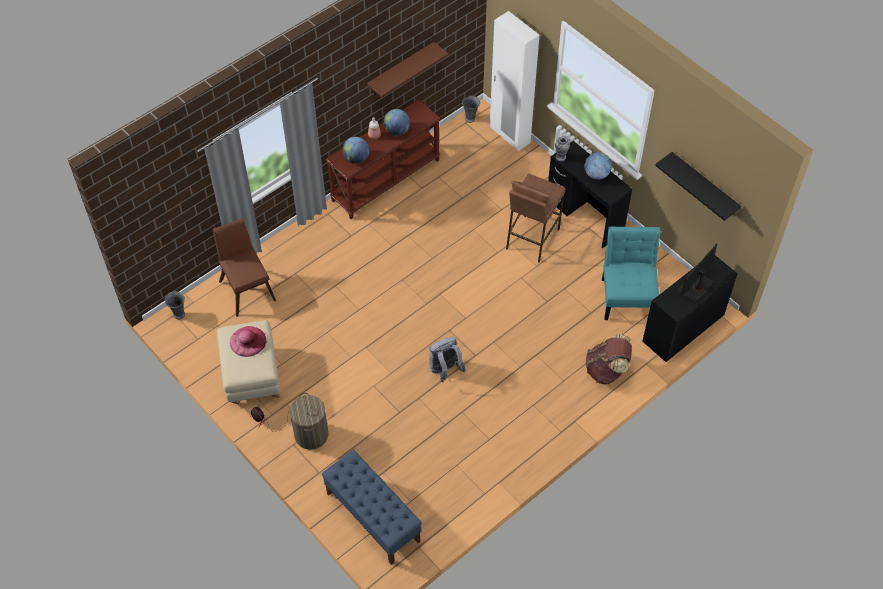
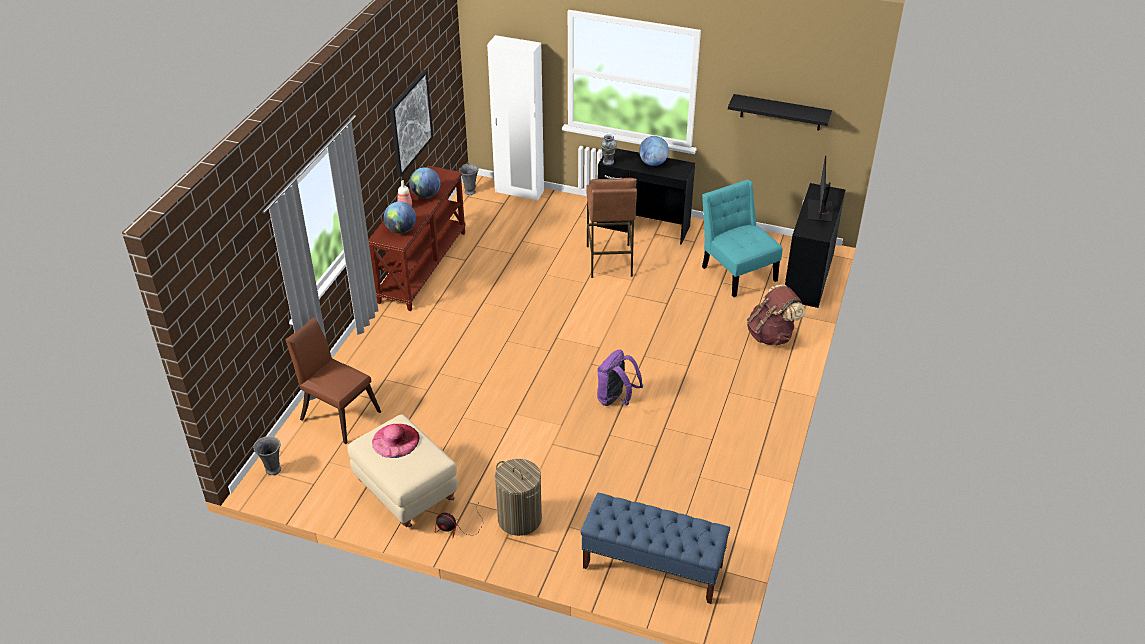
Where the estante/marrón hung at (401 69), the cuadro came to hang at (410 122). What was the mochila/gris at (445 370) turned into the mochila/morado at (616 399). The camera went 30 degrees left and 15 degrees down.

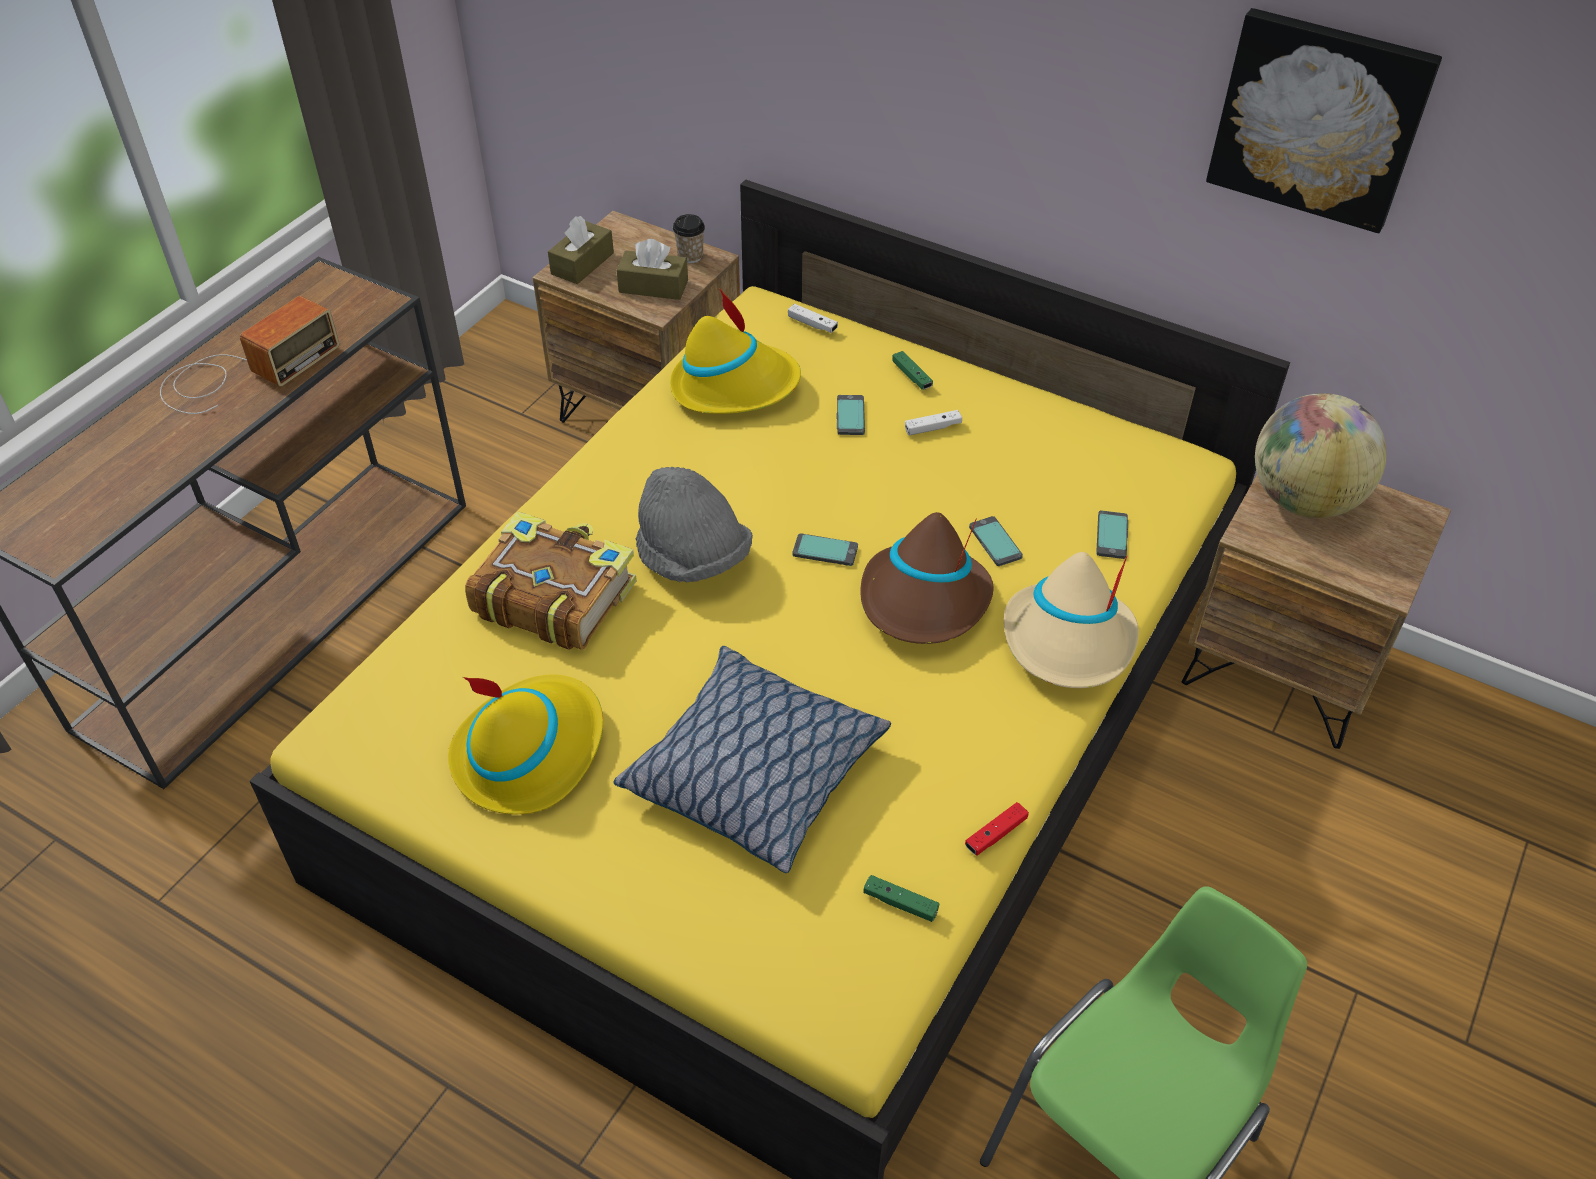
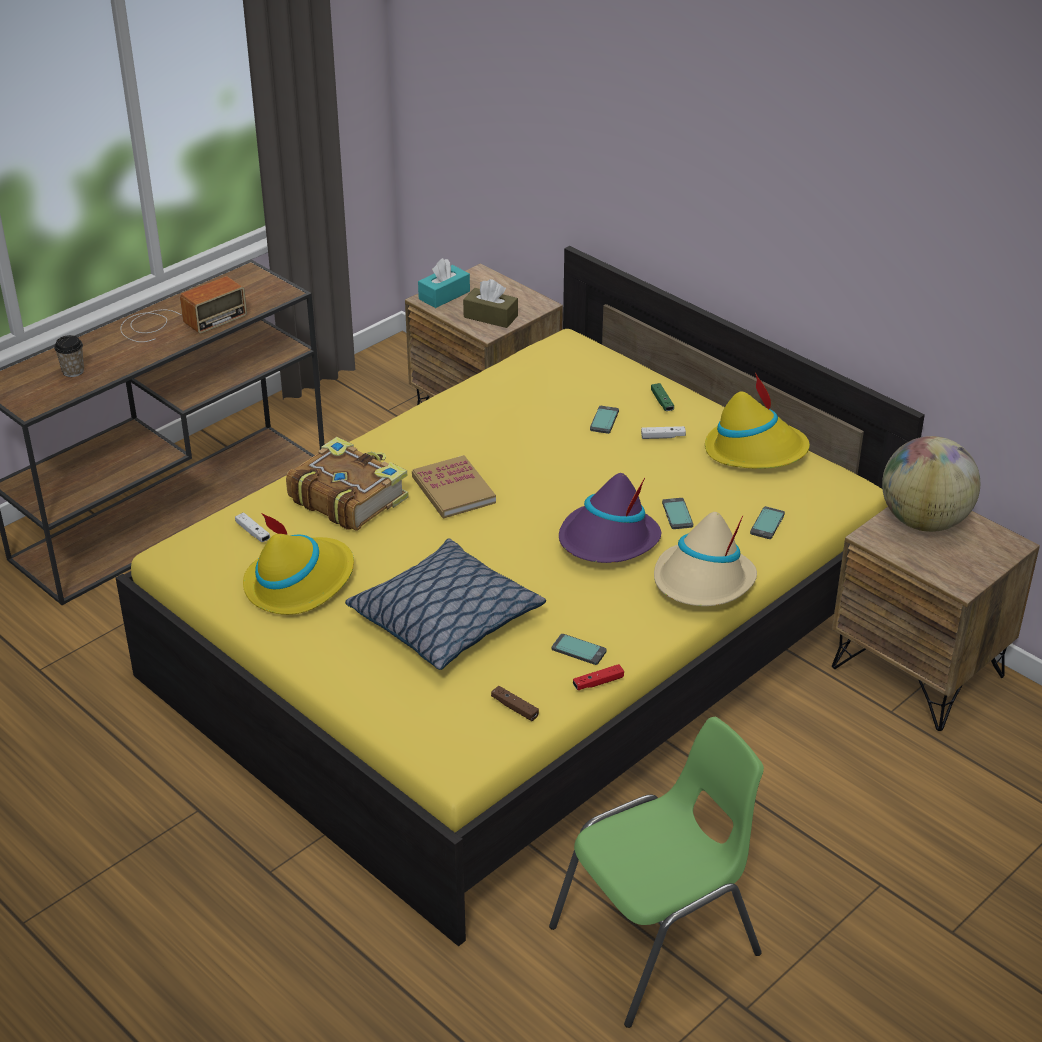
The taza ended up elsewhere, having gone from (690 256) to (73 371). The mando de consola/blanco ended up elsewhere, having gone from (812 324) to (253 532). Where the sombrero/gris stood at (692 558), the libro came to stand at (453 490). What was the caja de pañuelos/marrón at (582 263) turned into the caja de pañuelos/turquesa at (444 295). What was the mando de consola/verde at (900 903) turned into the mando de consola/marrón at (514 708). The móvil ended up elsewhere, having gone from (825 550) to (579 650). What was the sombrero/marrón at (924 601) turned into the sombrero/morado at (608 541). The sombrero/amarillo ended up elsewhere, having gone from (734 385) to (755 451). The second view lost the cuadro at (1319 118). The camera went 15 degrees right and 10 degrees down.

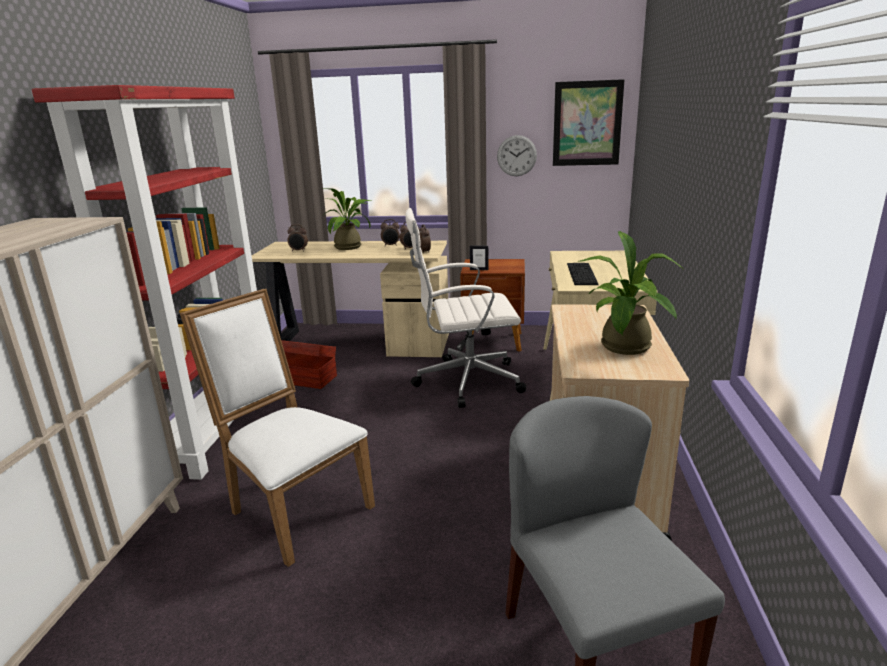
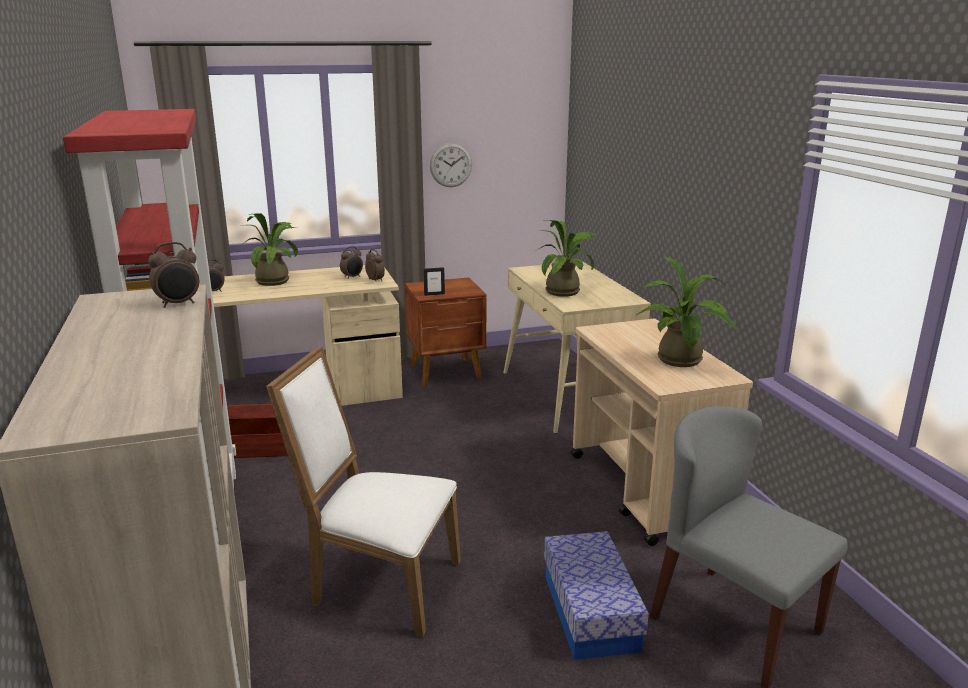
The despertador ended up elsewhere, having gone from (391 245) to (178 304). Where the teclado stood at (581 274), the planta en maceta came to stand at (566 291). The second view gained the caja de almacenaje at (590 612). The second view lost the silla de oficina/blanco at (465 381). The second view lost the cuadro at (587 123). The camera went 25 degrees left and 0 degrees up.

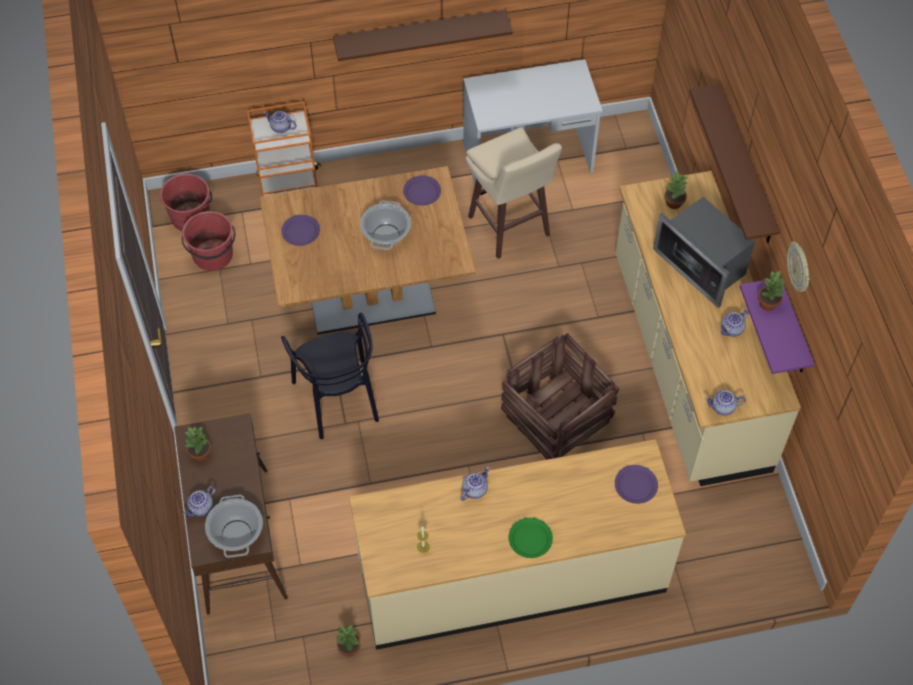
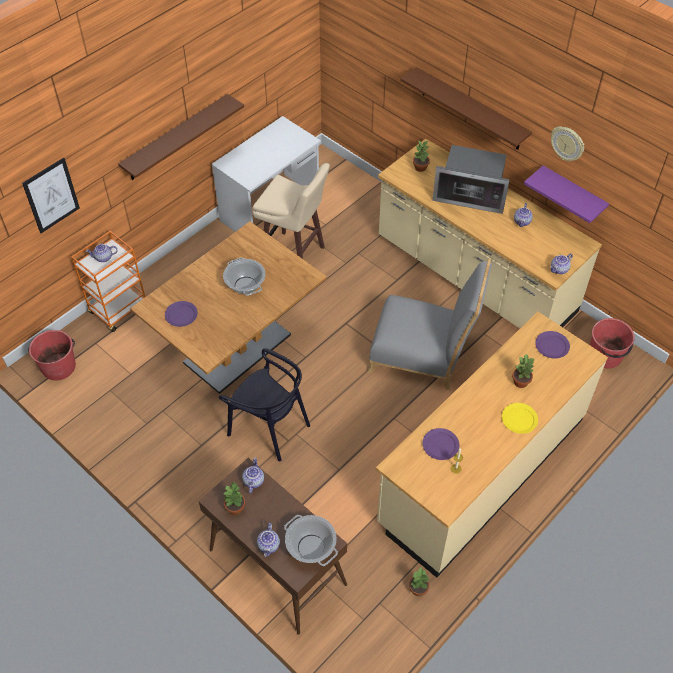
The second view gained the cuadro at (51 195). The tetera ended up elsewhere, having gone from (474 489) to (253 481). Where the caja de embalaje stood at (555 416), the silla/gris came to stand at (423 354). The plato/morado ended up elsewhere, having gone from (421 192) to (440 445). What was the plato/verde at (530 539) turned into the plato/amarillo at (519 419). The planta en maceta ended up elsewhere, having gone from (768 303) to (521 382). The cubo/rojo ended up elsewhere, having gone from (213 255) to (605 355). The camera went 35 degrees left and 5 degrees down.

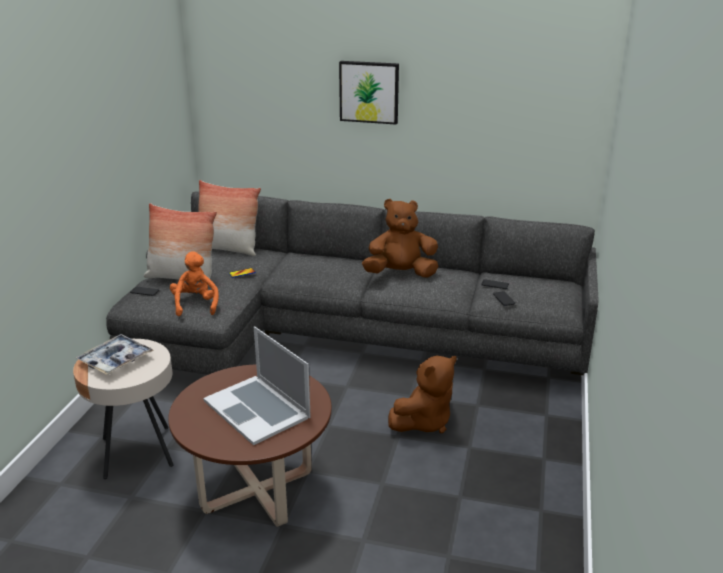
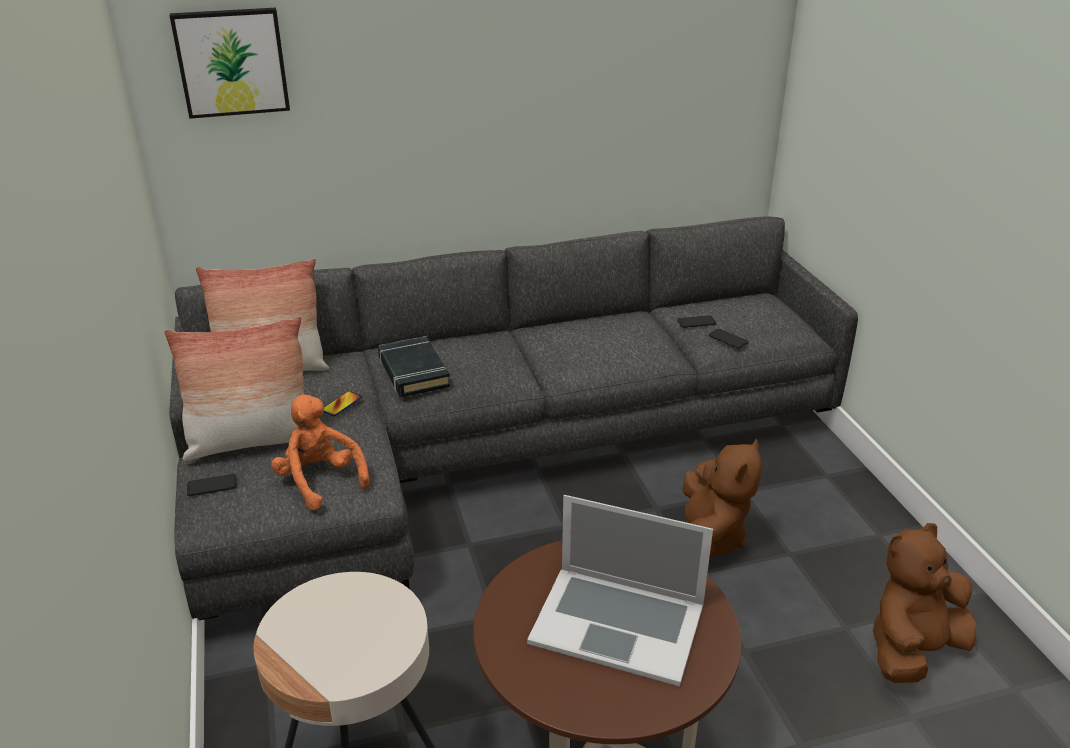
The cuadro ended up elsewhere, having gone from (369 92) to (232 62). The second view gained the libro/negro at (413 372). The peluche/marrón ended up elsewhere, having gone from (400 274) to (912 650). The second view lost the bandeja at (115 360). The camera went 30 degrees left and 5 degrees up.

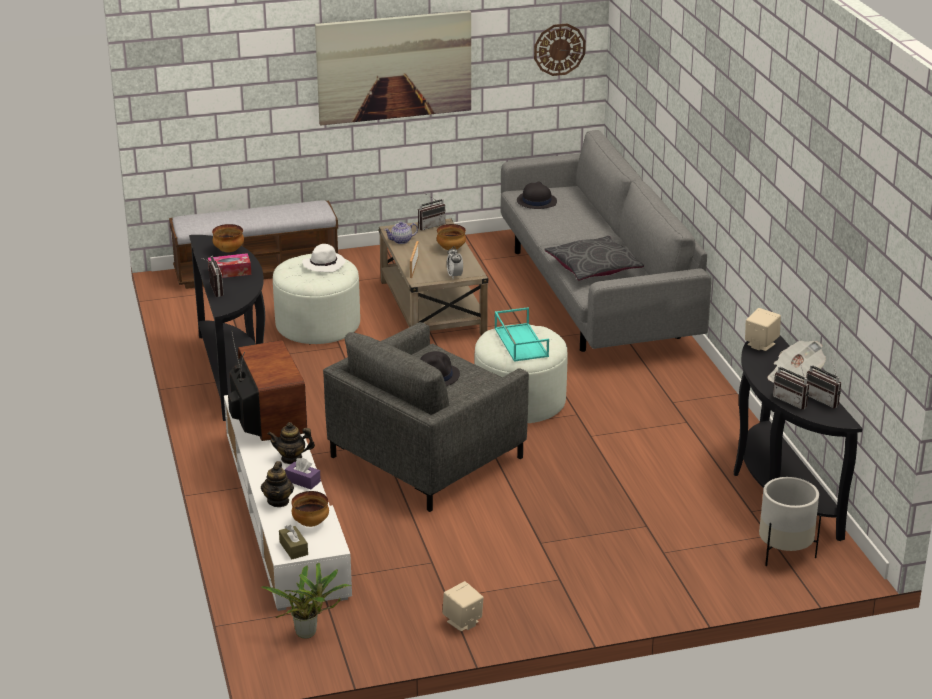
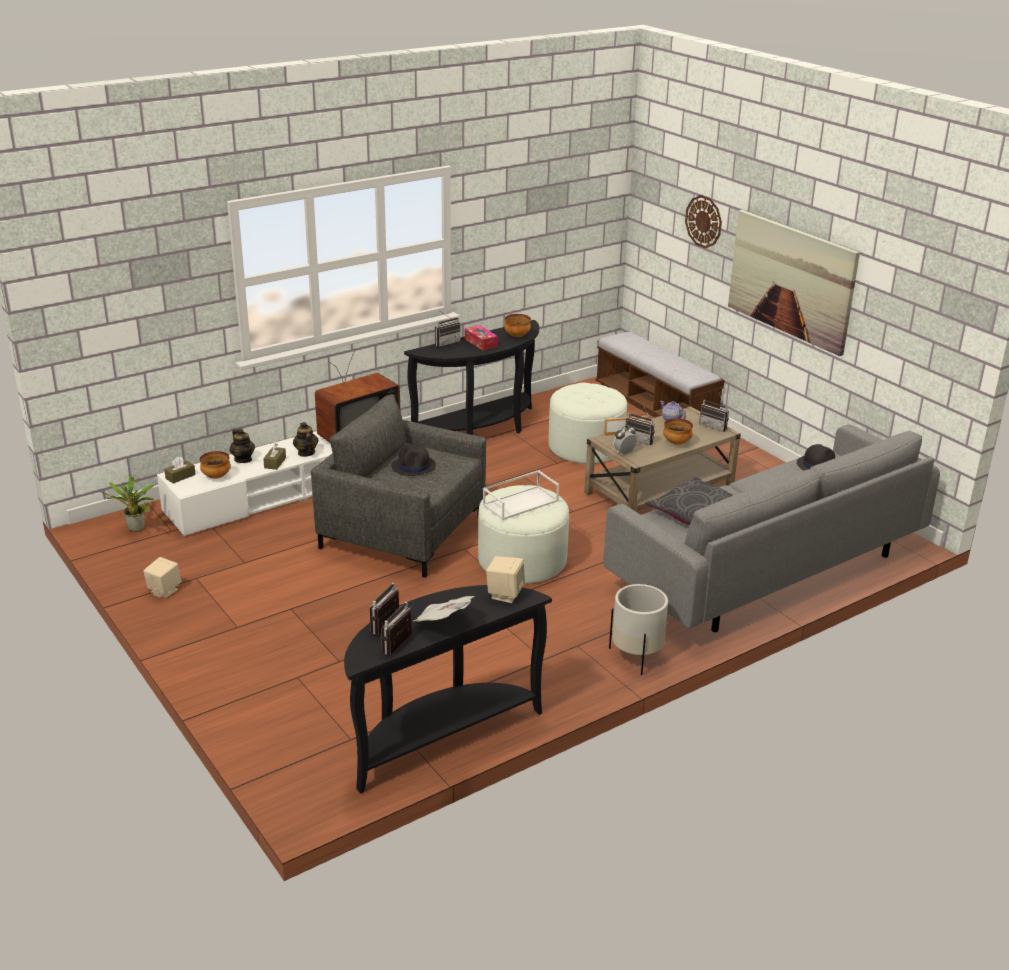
The tetera at (278 501) ended up facing another way, 105 degrees counterclockwise from before. What was the caja de pañuelos/morado at (303 481) turned into the caja de pañuelos/marrón at (275 463). What was the bandeja/turquesa at (520 342) turned into the bandeja/blanco at (520 502). The maceta/blanco ended up elsewhere, having gone from (784 553) to (636 656). The second view gained the radio at (640 439). The reloj de pared ended up elsewhere, having gone from (559 49) to (703 221). The second view lost the sombrero/blanco at (324 264). The camera went 70 degrees right and 0 degrees up.

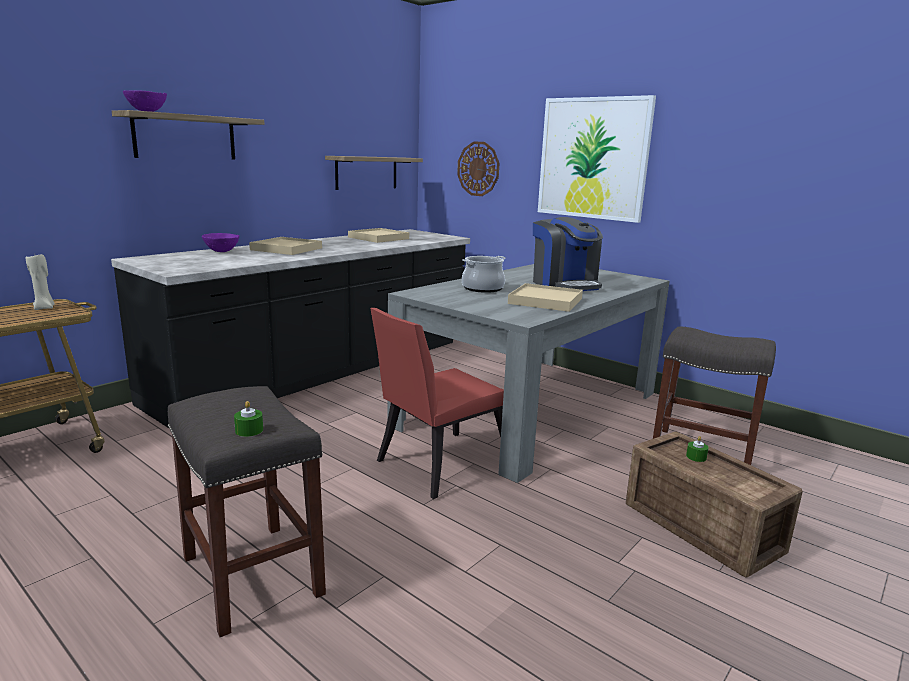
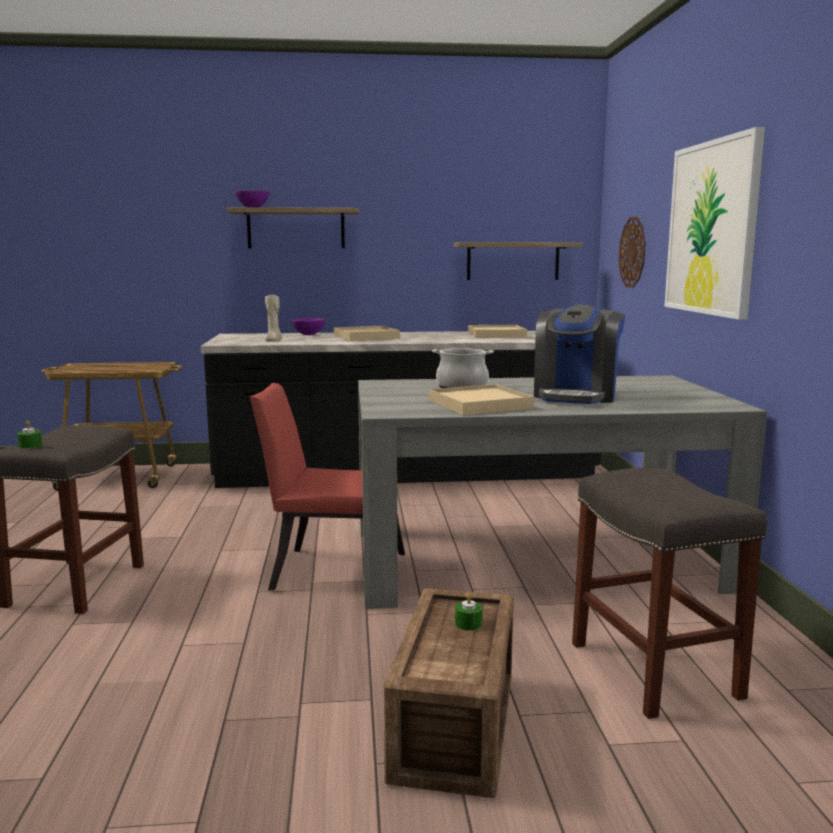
The vela/beis ended up elsewhere, having gone from (44 308) to (274 340). The camera went 45 degrees right and 5 degrees down.

